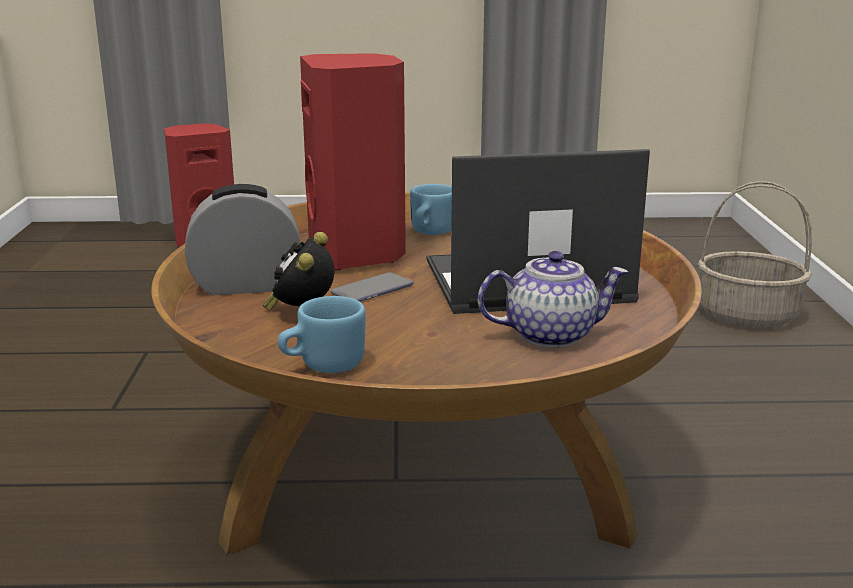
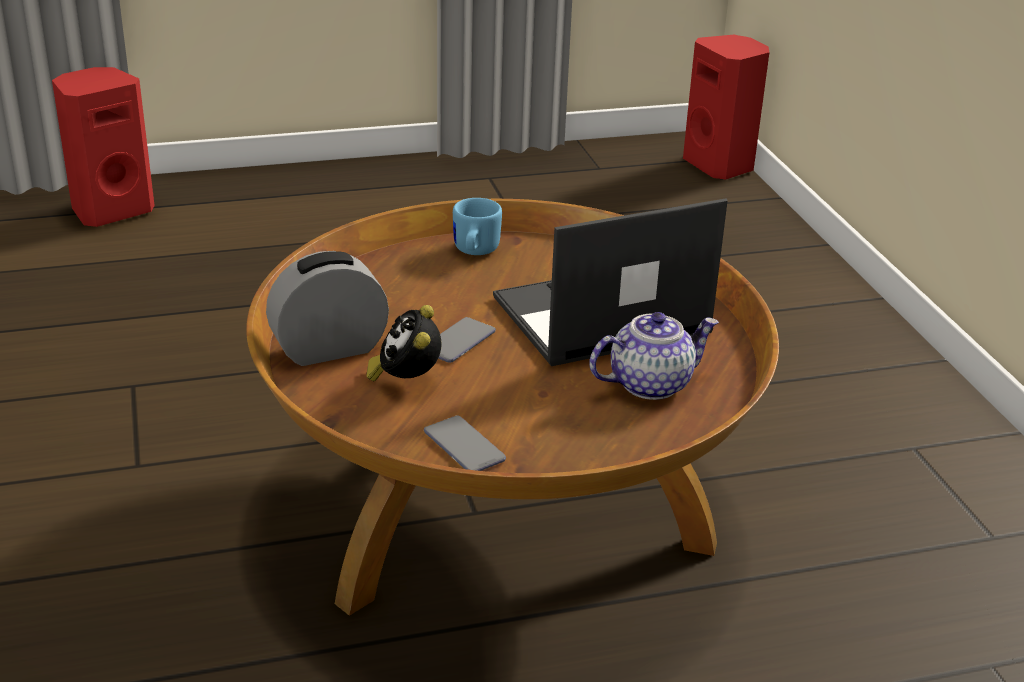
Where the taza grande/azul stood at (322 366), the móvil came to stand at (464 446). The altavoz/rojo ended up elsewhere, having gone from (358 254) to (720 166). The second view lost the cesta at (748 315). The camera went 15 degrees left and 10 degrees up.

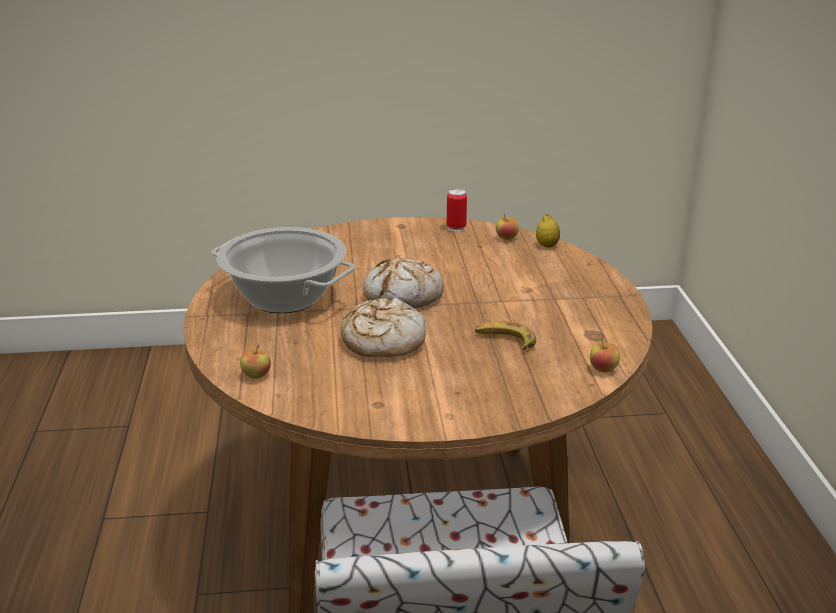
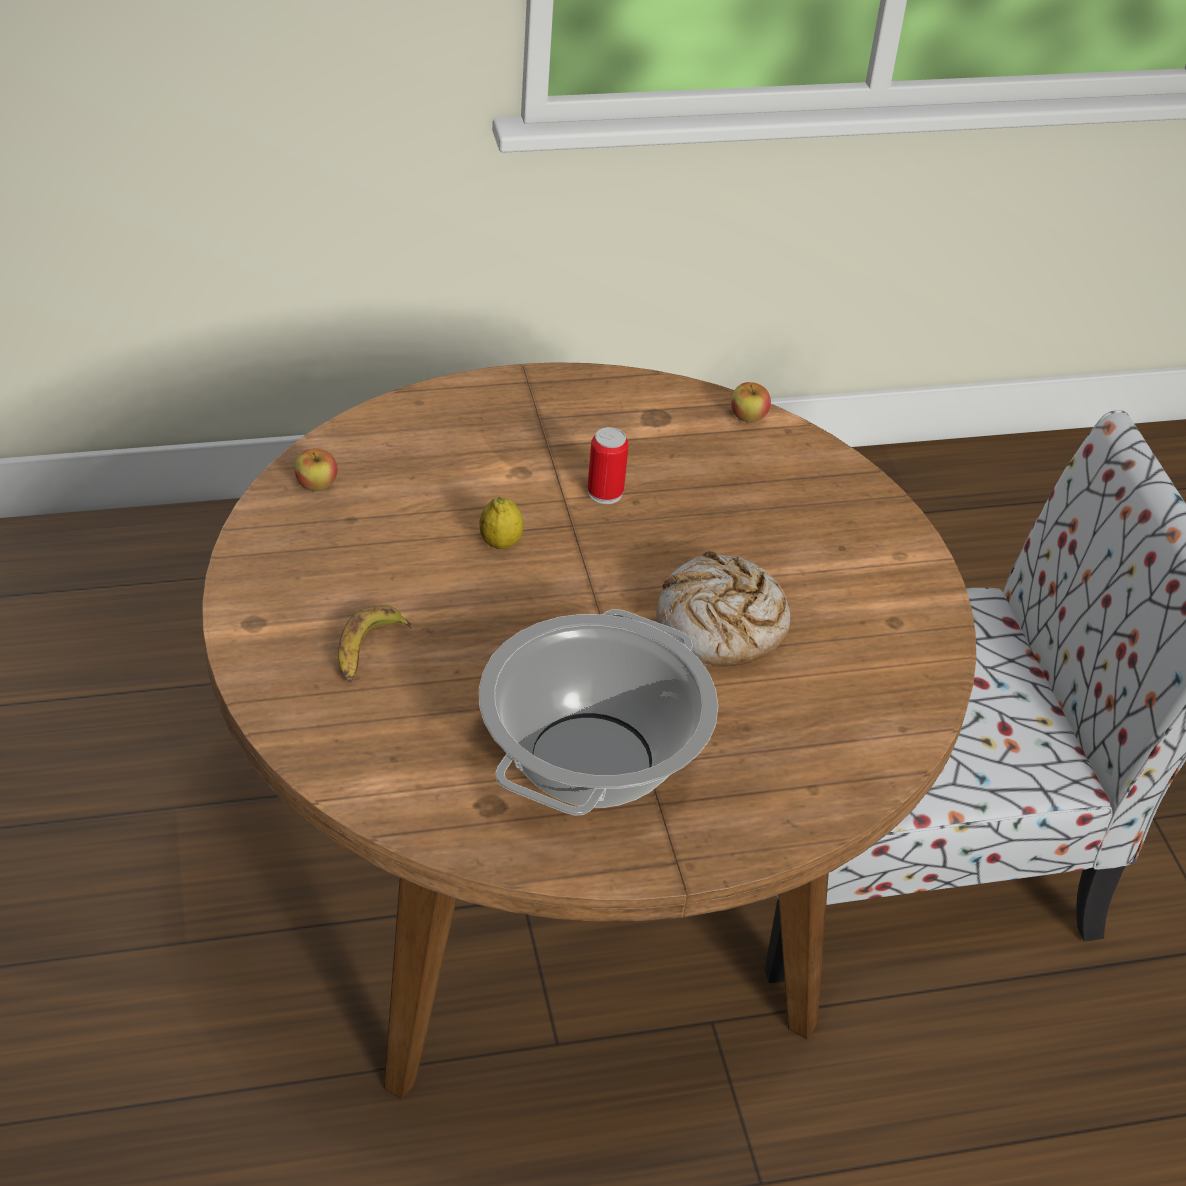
The plátano ended up elsewhere, having gone from (505 340) to (368 651). The limón ended up elsewhere, having gone from (547 245) to (500 543). The lata ended up elsewhere, having gone from (456 228) to (605 493). The second view lost the manzana at (256 375). The second view lost the pan at (403 295). The camera went 100 degrees left and 15 degrees up.

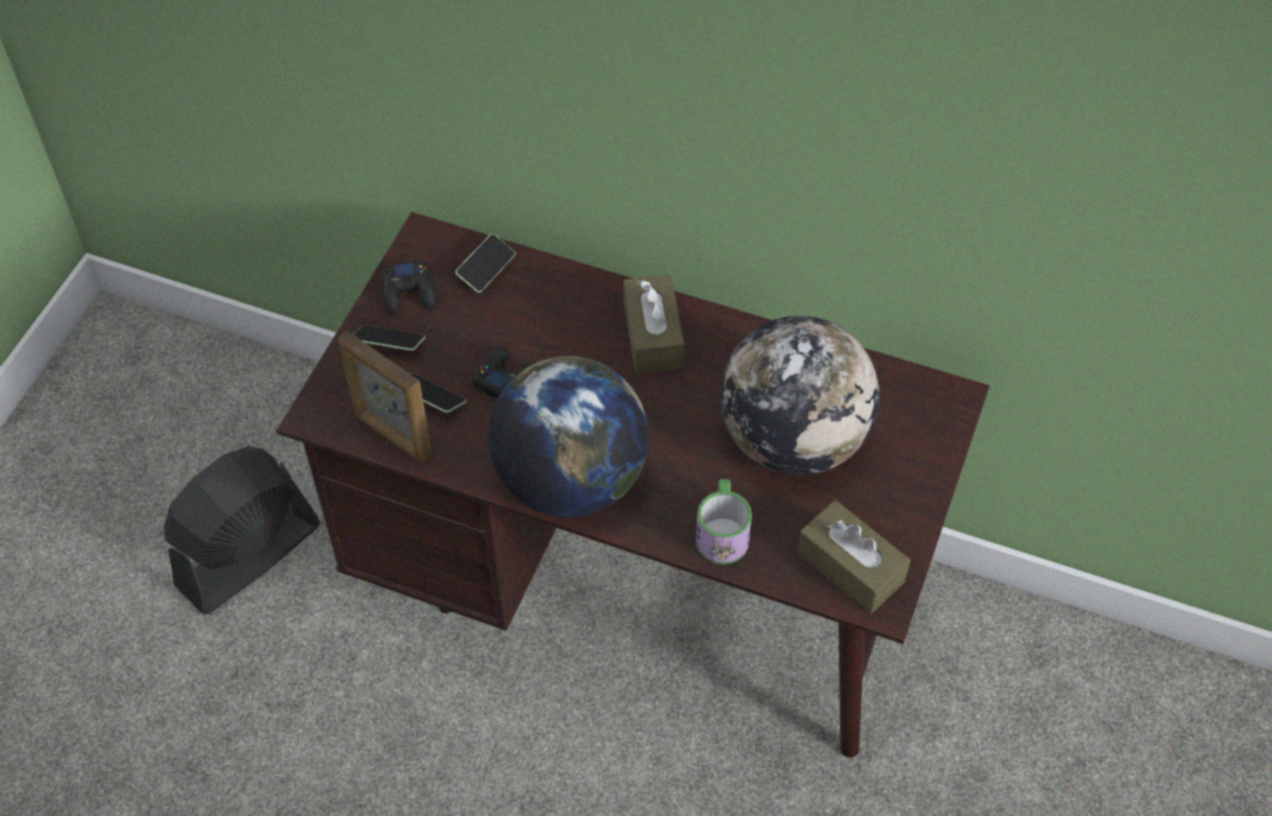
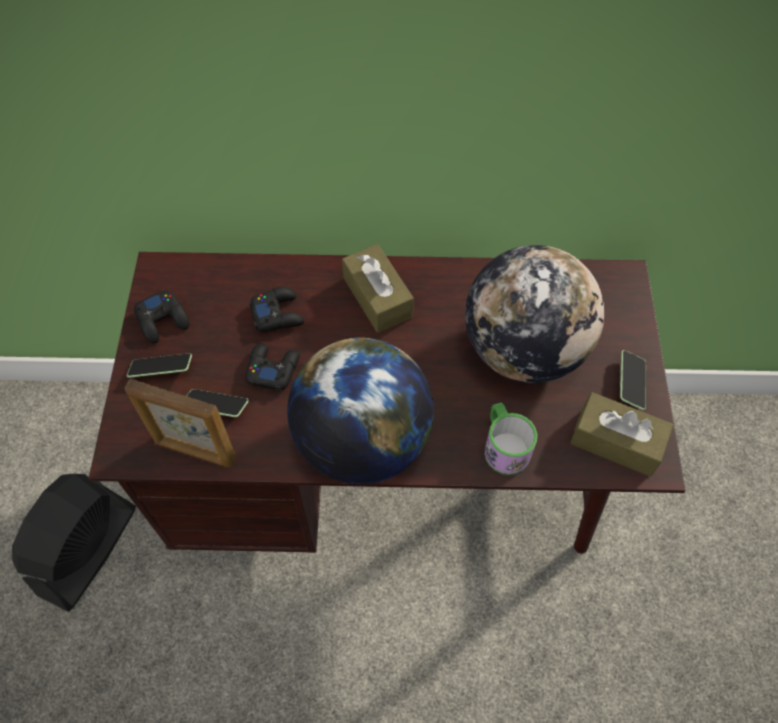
The second view gained the mando de consola/negro at (277 314). The móvil ended up elsewhere, having gone from (486 269) to (630 384). The camera went 20 degrees left and 5 degrees up.

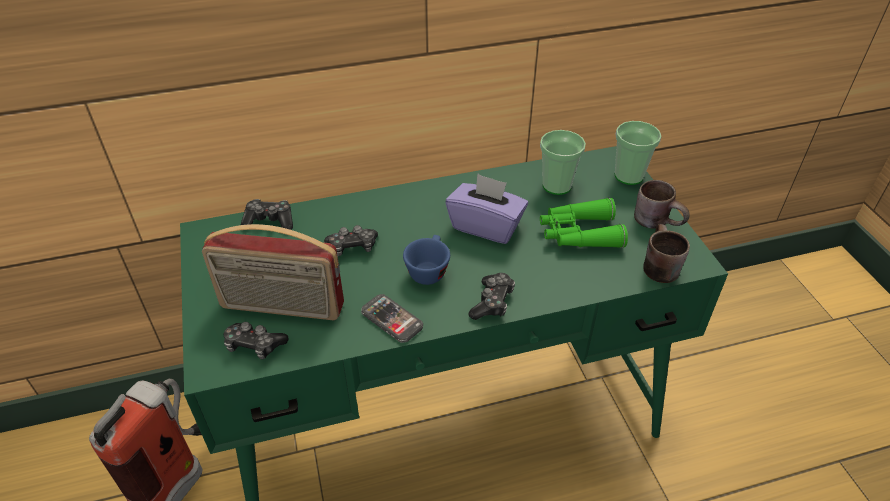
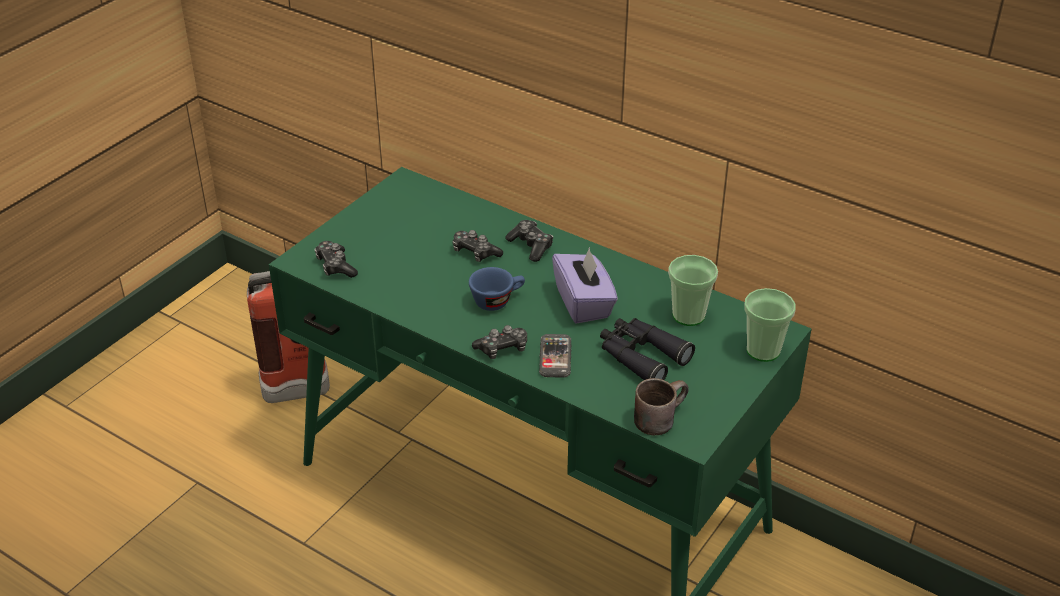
The mando de consola ended up elsewhere, having gone from (270 221) to (531 246). The móvil ended up elsewhere, having gone from (392 319) to (555 357). What was the prismáticos/verde at (579 233) turned into the prismáticos/negro at (641 356). The second view lost the radio at (281 307). The second view lost the taza grande/marrón at (658 220). The camera went 50 degrees right and 5 degrees down.

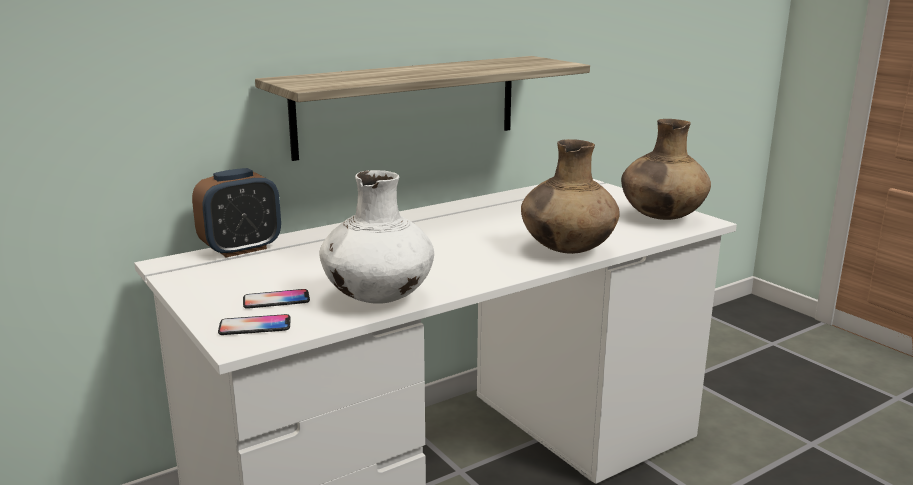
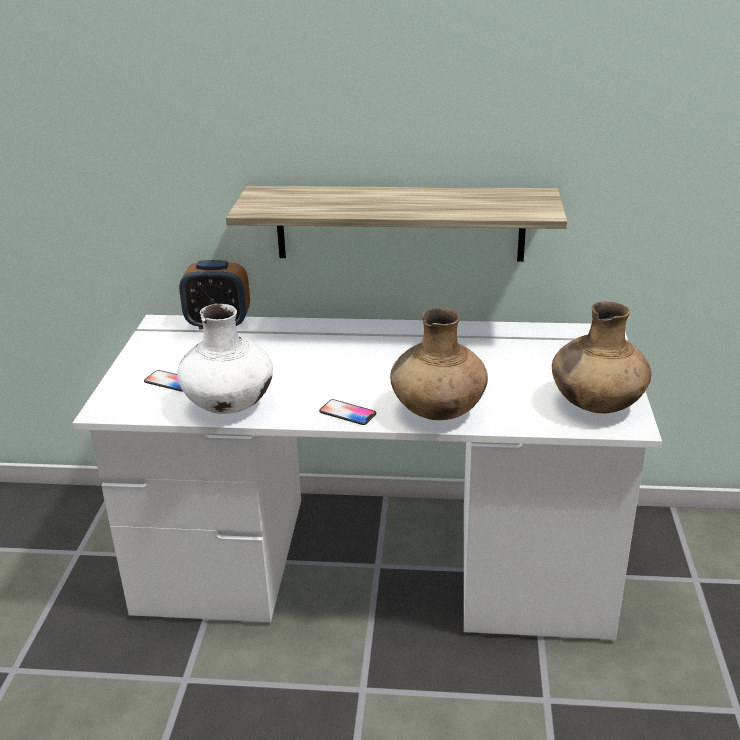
The móvil ended up elsewhere, having gone from (255 326) to (347 413). The camera went 40 degrees right and 10 degrees up.

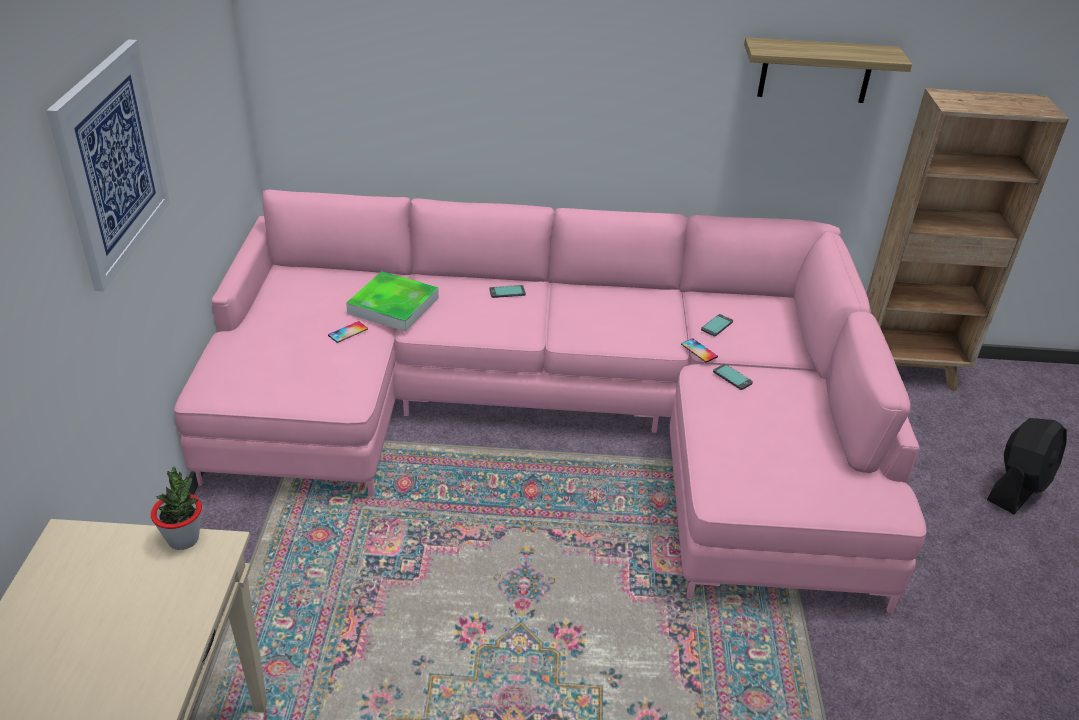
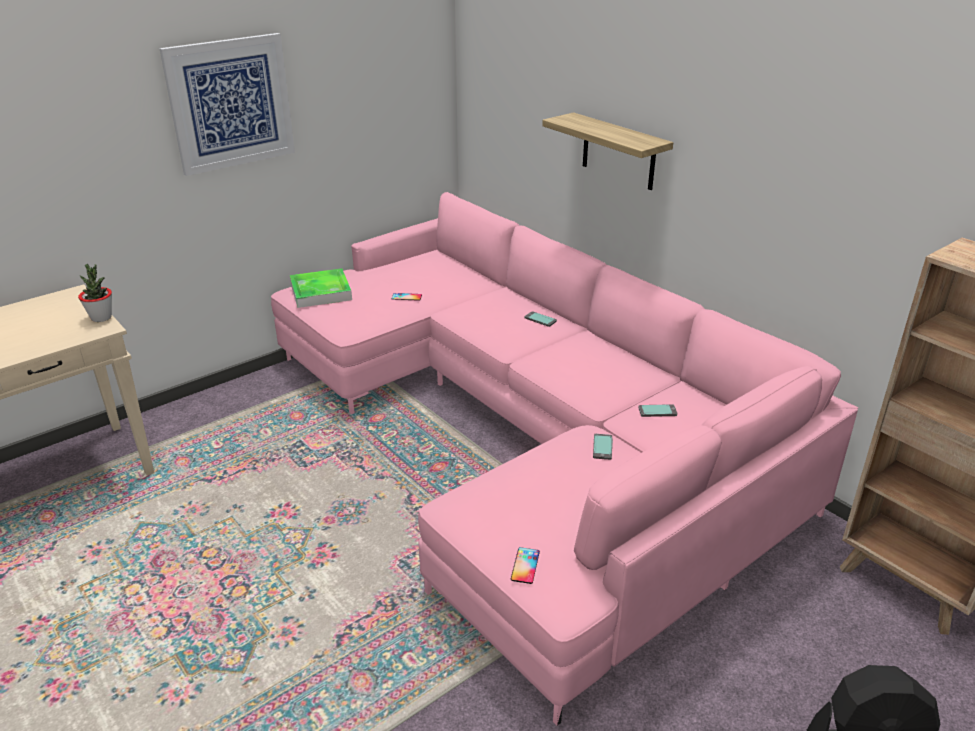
The bandeja ended up elsewhere, having gone from (393 306) to (321 292). The móvil ended up elsewhere, having gone from (699 350) to (525 565). The estante ended up elsewhere, having gone from (816 70) to (618 152). The camera went 50 degrees right and 5 degrees down.

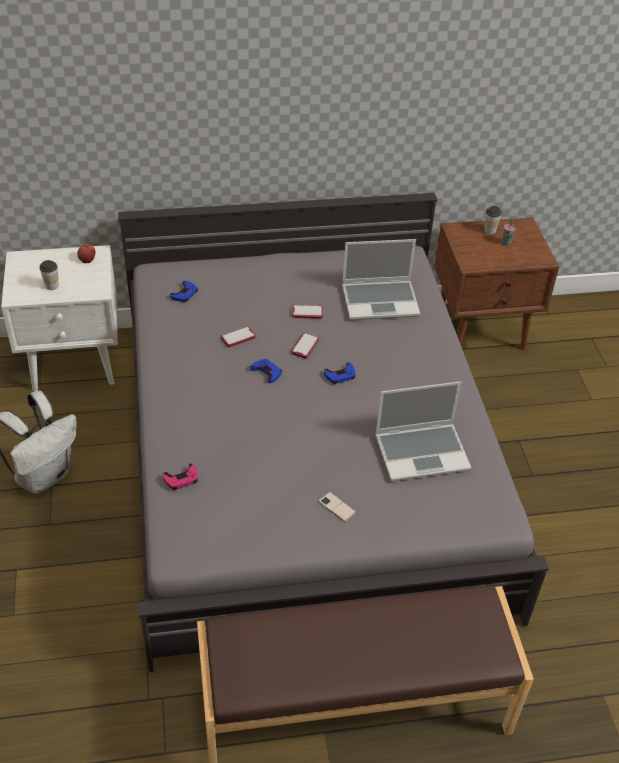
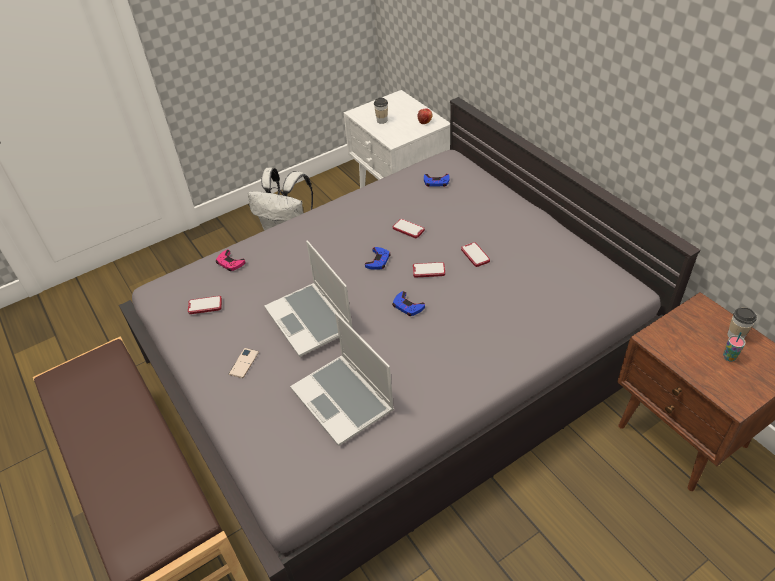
The second view gained the móvil at (205 306). The portátil ended up elsewhere, having gone from (381 300) to (310 320). The camera went 70 degrees right and 0 degrees up.

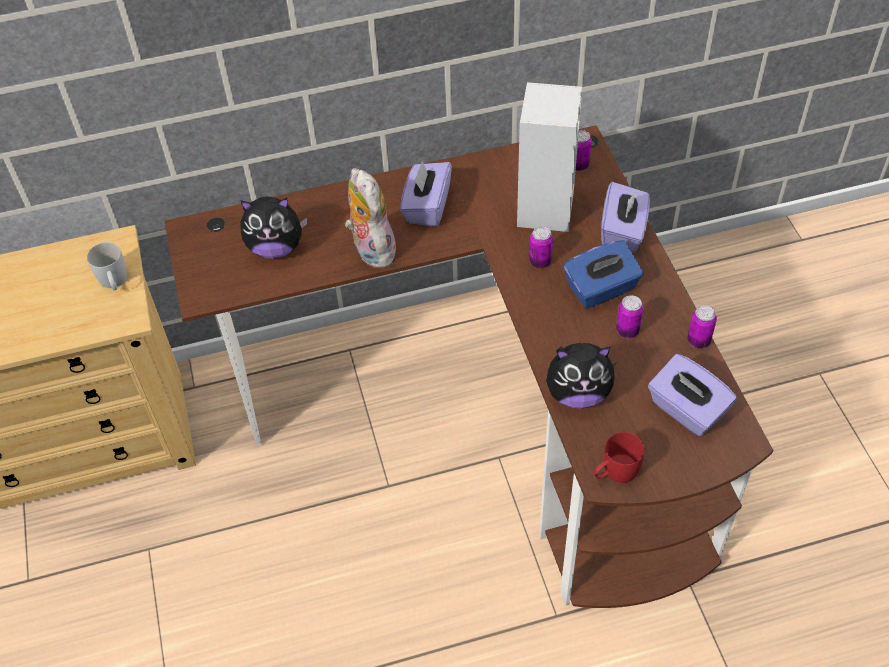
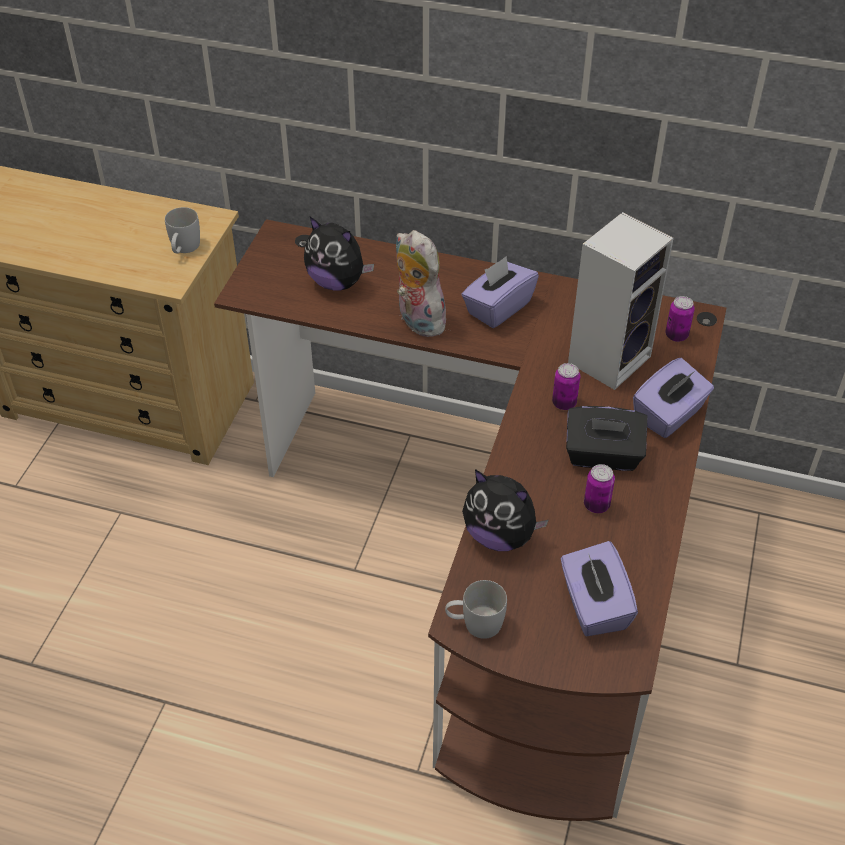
The peluche at (371 249) ended up facing another way, 45 degrees counterclockwise from before. What was the taza grande/rojo at (615 473) turned into the taza grande/blanco at (474 623). What was the caja de pañuelos/azul at (601 289) turned into the caja de pañuelos/negro at (603 456). The second view lost the lata at (698 340). The camera went 30 degrees right and 5 degrees down.

